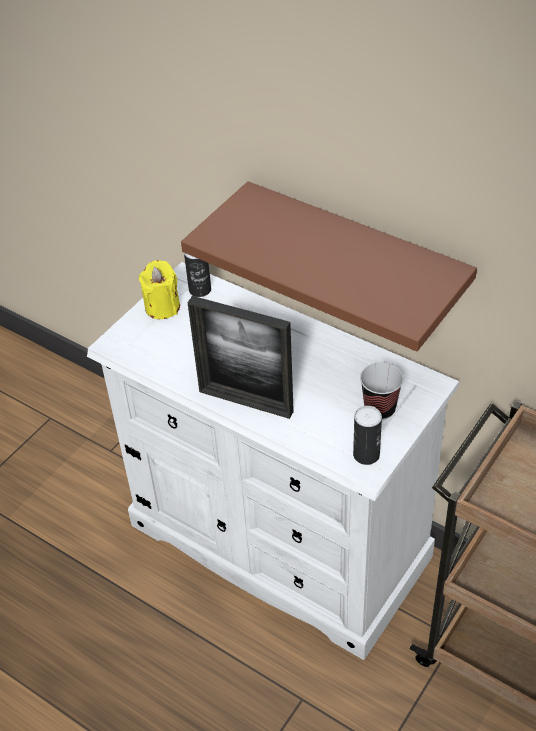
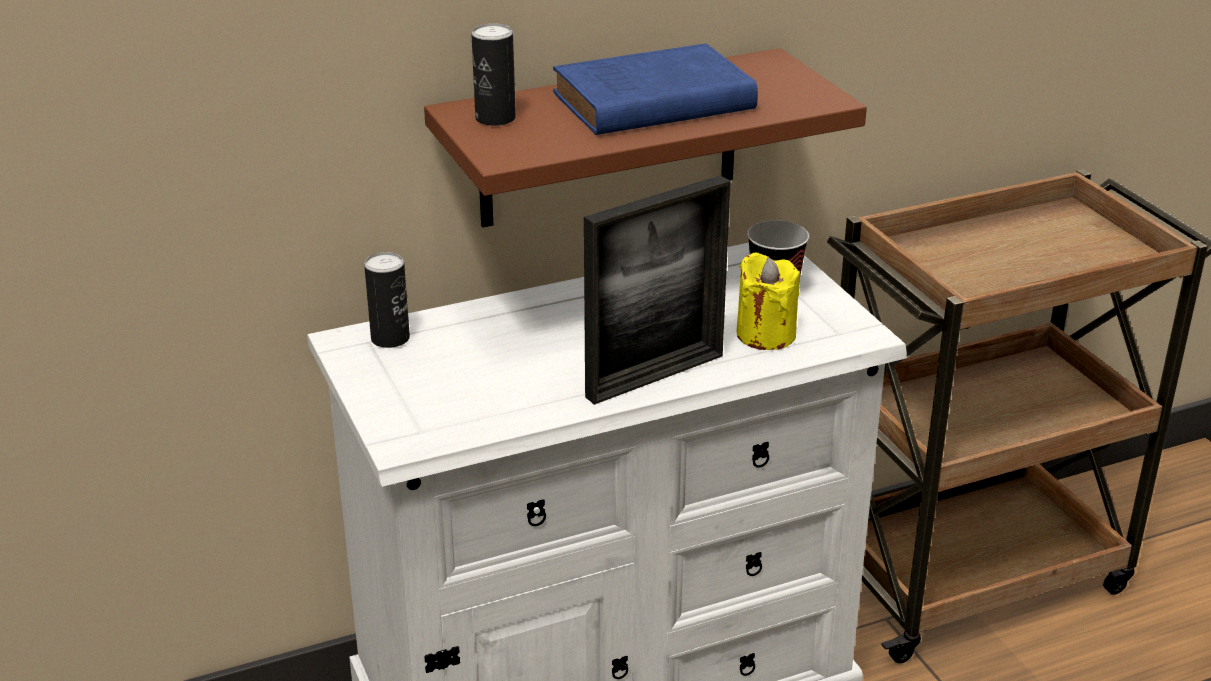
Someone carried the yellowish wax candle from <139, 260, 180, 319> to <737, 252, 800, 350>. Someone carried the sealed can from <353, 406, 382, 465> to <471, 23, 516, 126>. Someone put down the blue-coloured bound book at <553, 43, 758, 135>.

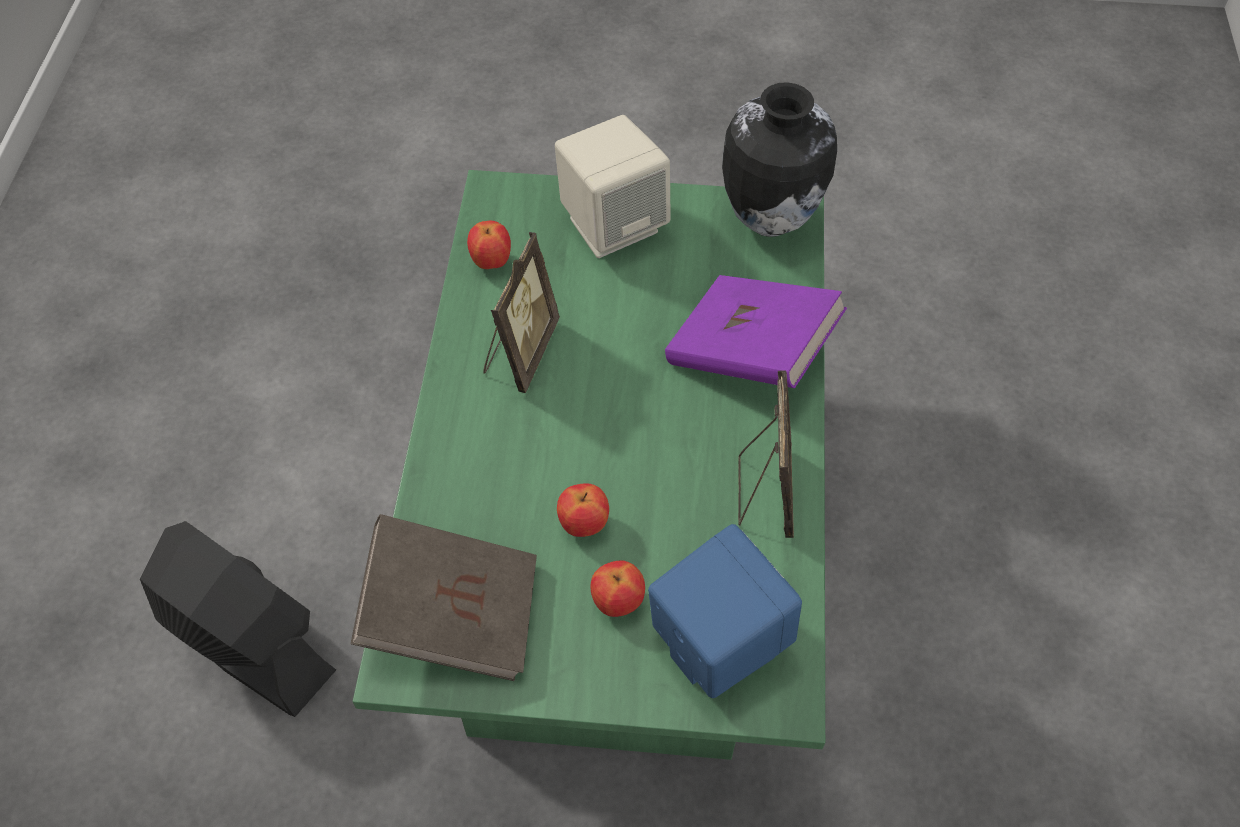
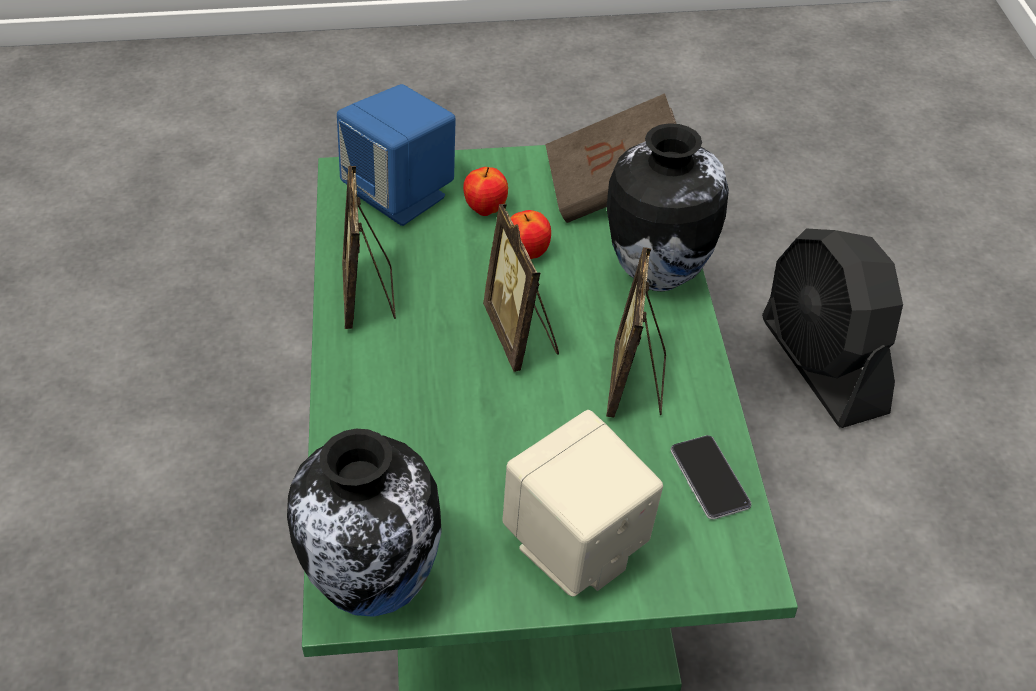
Someone swapped the apple fruit at <467, 221, 511, 269> for the phone at <671, 435, 751, 520>. Someone took away the purplish bound book at <665, 275, 847, 388>. Someone rotated the black-coloured fan at <140, 521, 336, 717> by 45 degrees clockwise. Someone put down the flower vase at <606, 123, 729, 291>. Someone put down the photo frame at <483, 204, 559, 372>.

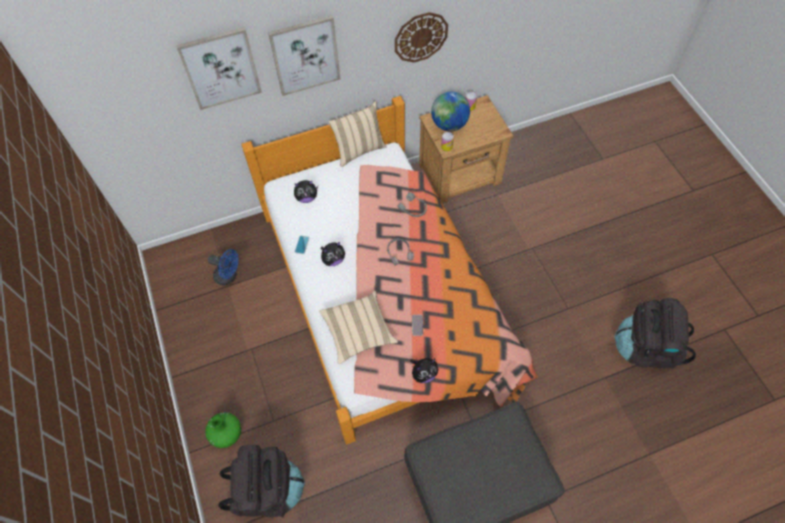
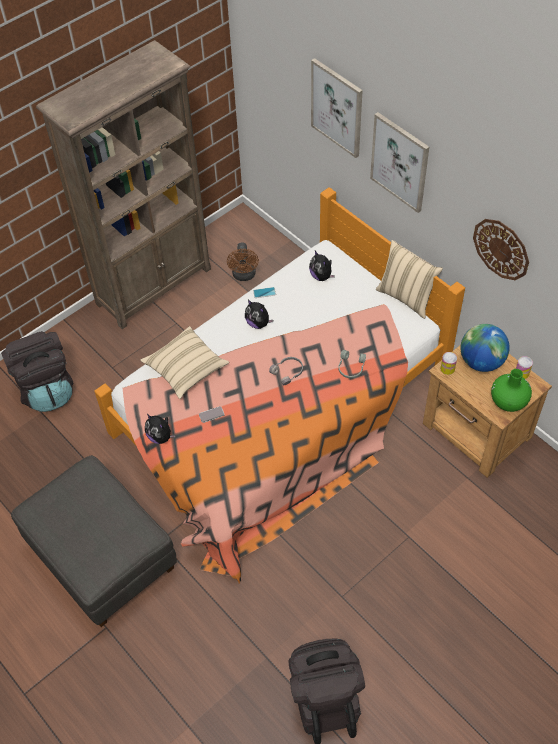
Someone repainted the blue-coloured fan at <208, 249, 238, 285>, which became the brown-coloured fan at <227, 242, 259, 281>. Someone carried the green-coloured flower vase from <205, 412, 241, 448> to <491, 369, 532, 412>. Someone put down the brown-coloured shelving unit at <36, 40, 211, 329>.

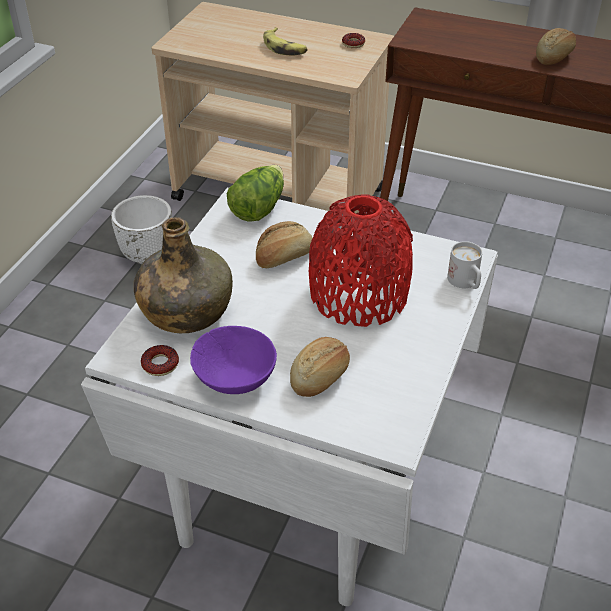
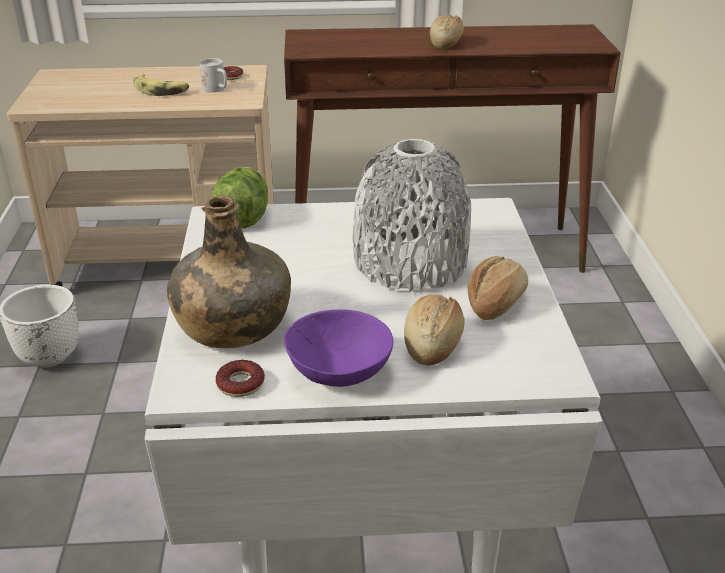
Someone repainted the red-coloured flower vase at <309, 194, 413, 327>, which became the greyish flower vase at <352, 139, 471, 292>. Someone carried the bakery bread from <256, 221, 313, 268> to <468, 256, 528, 320>. Someone carried the whitish tea mug from <447, 241, 483, 289> to <199, 58, 227, 92>.

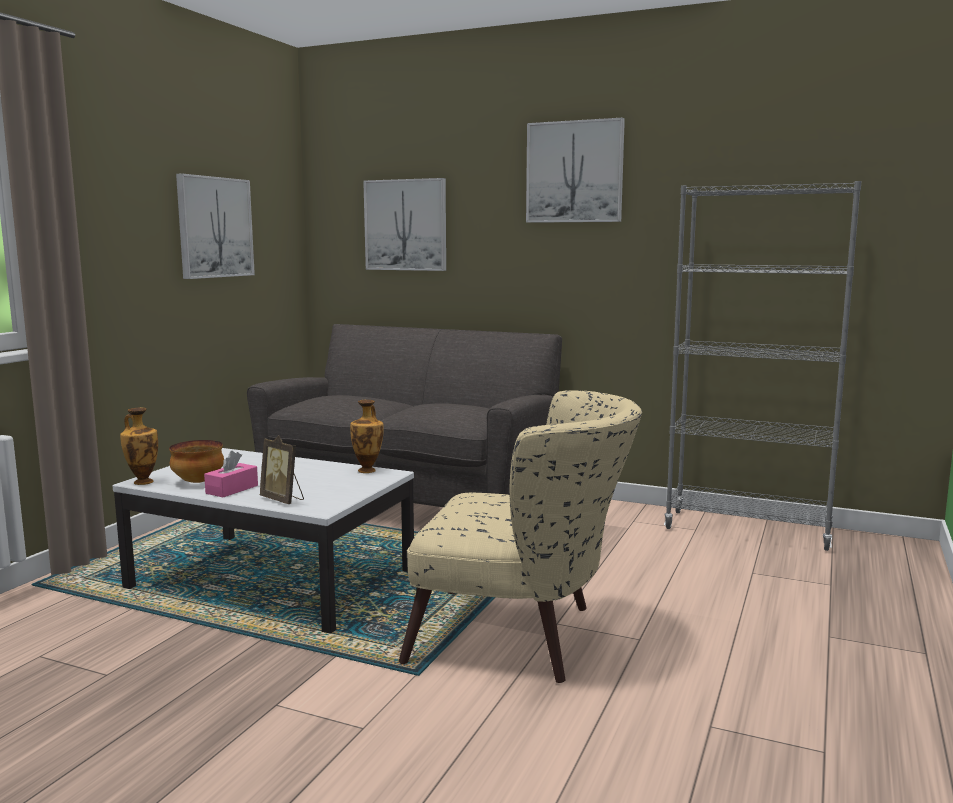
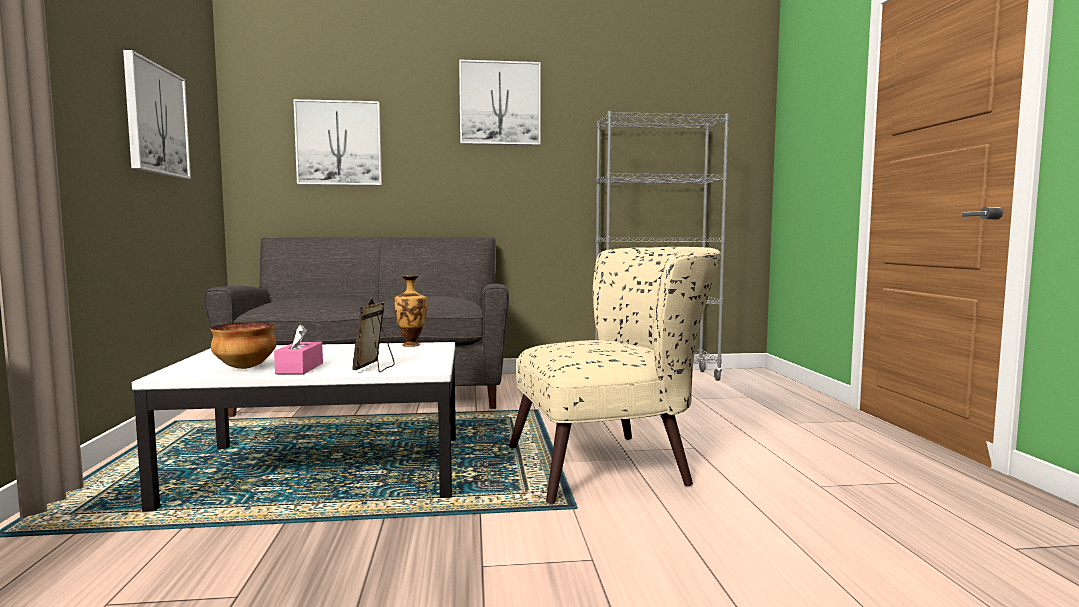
Someone took away the flower vase at <120, 407, 158, 485>. Someone rotated the photo frame at <260, 435, 304, 504> by 90 degrees clockwise.

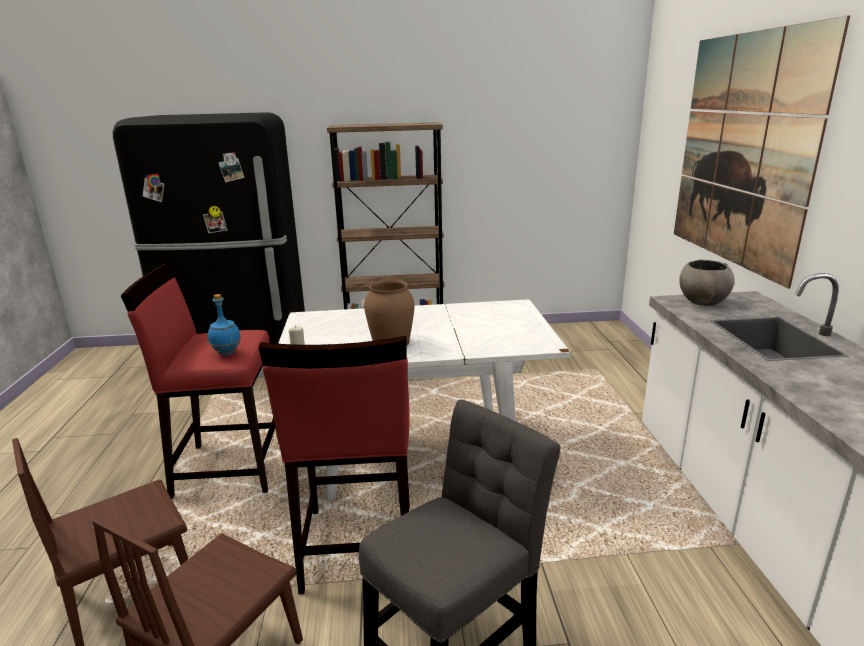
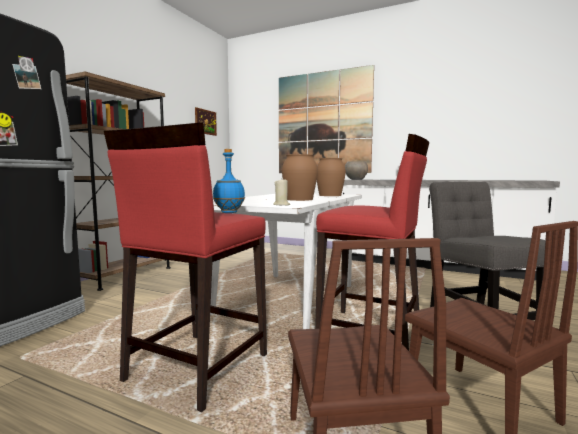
Someone put up the picture at <195, 107, 217, 136>. Someone put down the brown-coloured flower vase at <317, 158, 346, 196>.

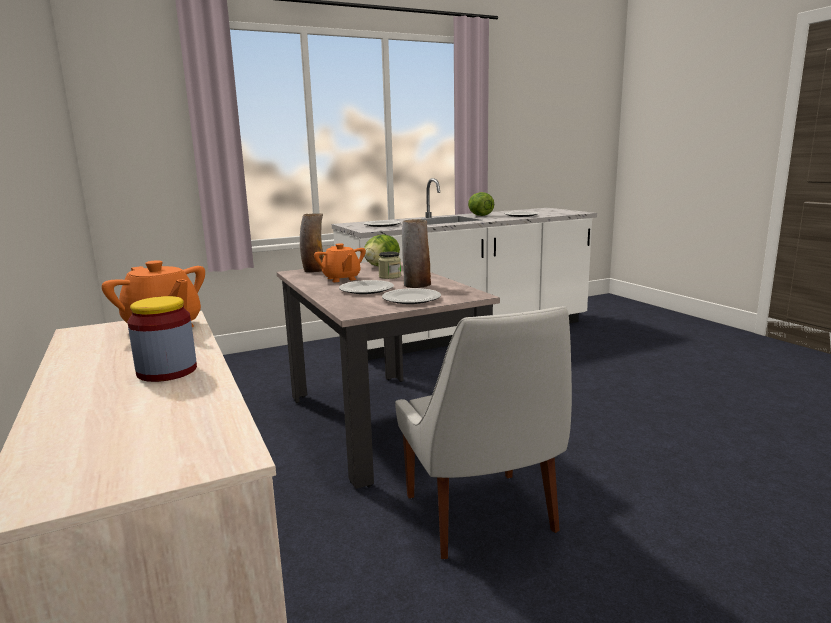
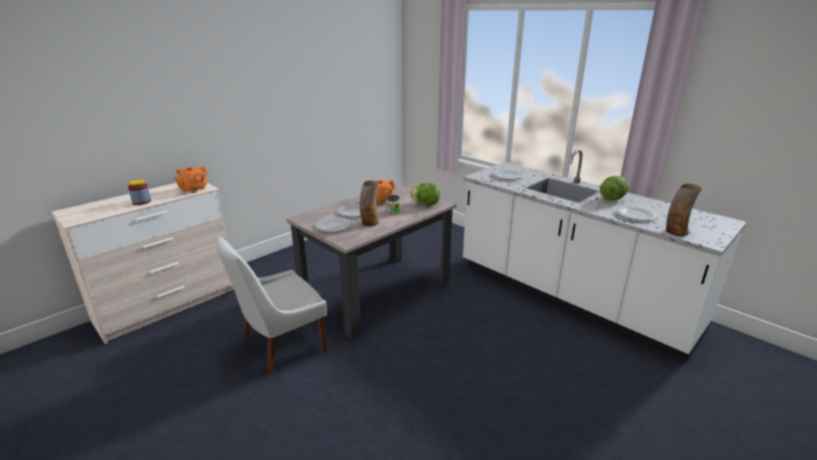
Someone carried the flower vase from <300, 213, 324, 272> to <666, 184, 702, 236>.

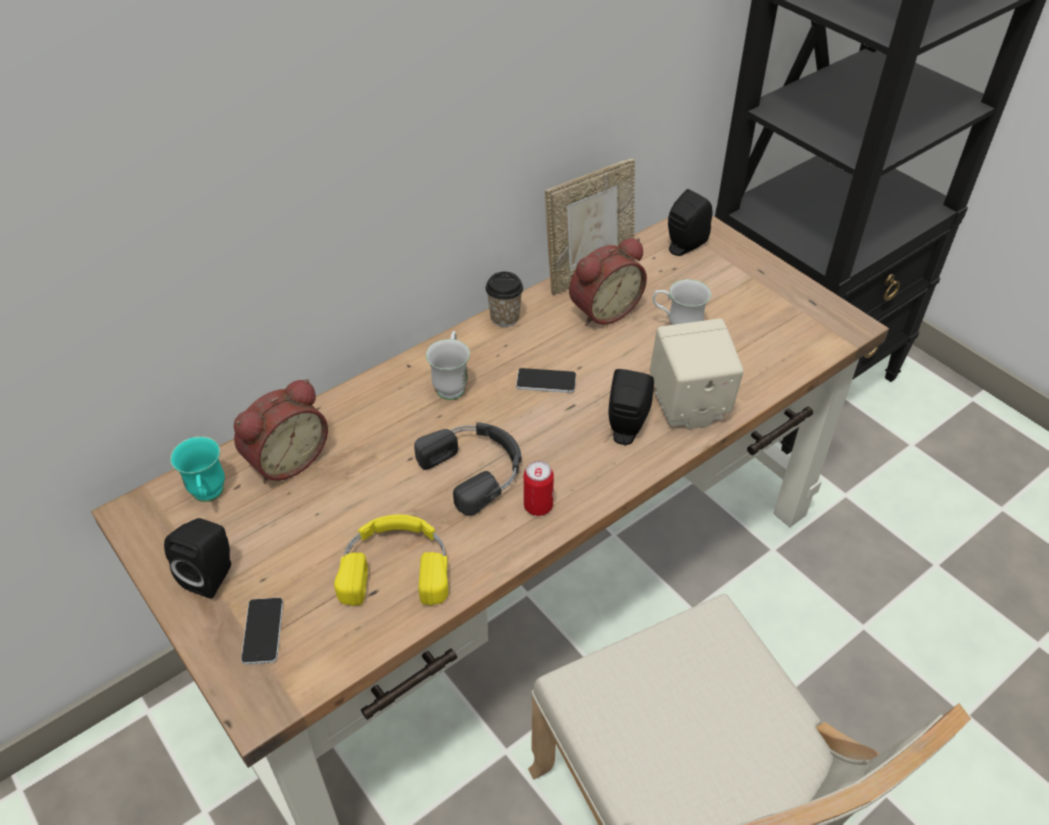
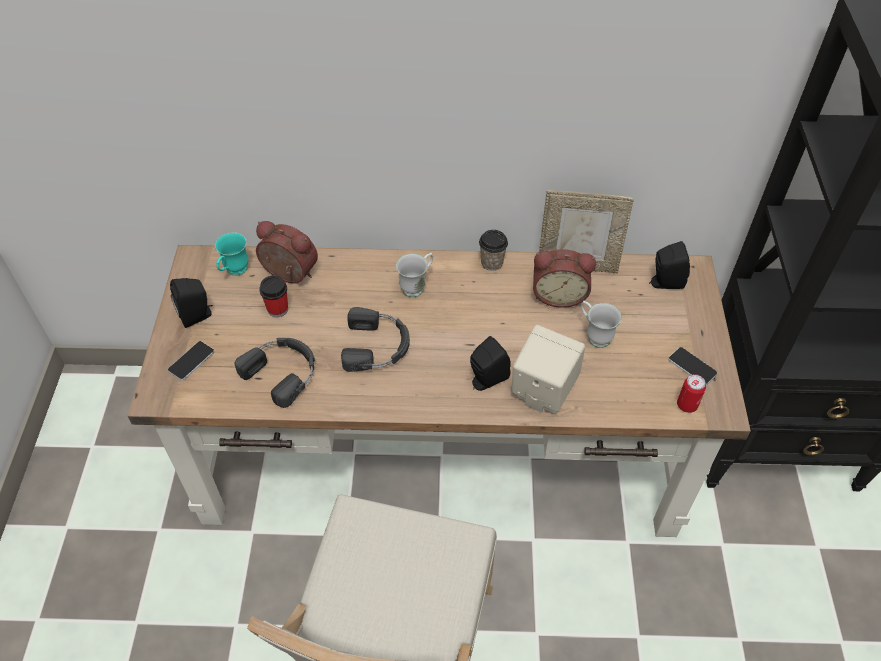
Someone carried the phone from <516, 368, 576, 393> to <668, 347, 717, 385>. Someone rotated the alarm clock at <234, 379, 328, 483> by 150 degrees counterclockwise. Someone carried the sealed can from <524, 461, 554, 516> to <677, 374, 706, 413>. Someone repainted the yellowish headset at <334, 514, 449, 606>, which became the black-coloured headset at <235, 338, 315, 408>. Someone put down the drinking cup at <259, 276, 288, 317>.

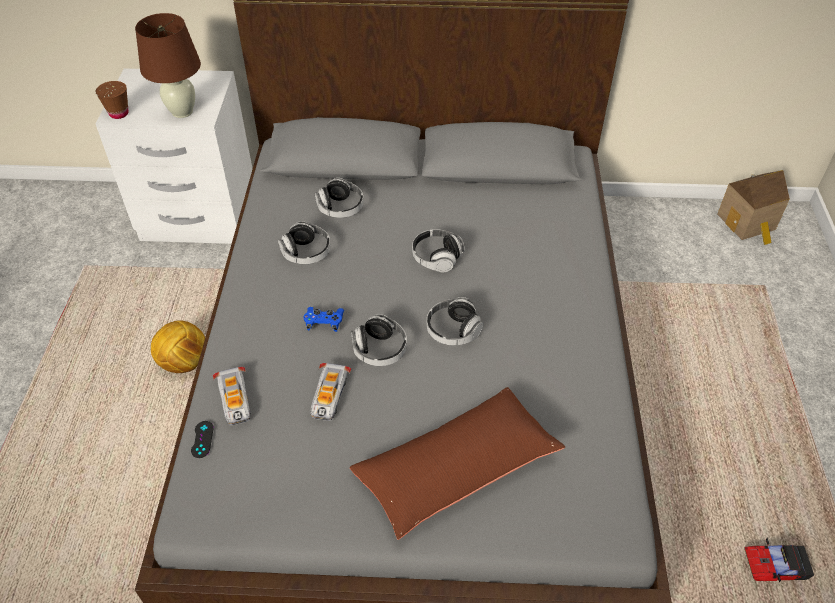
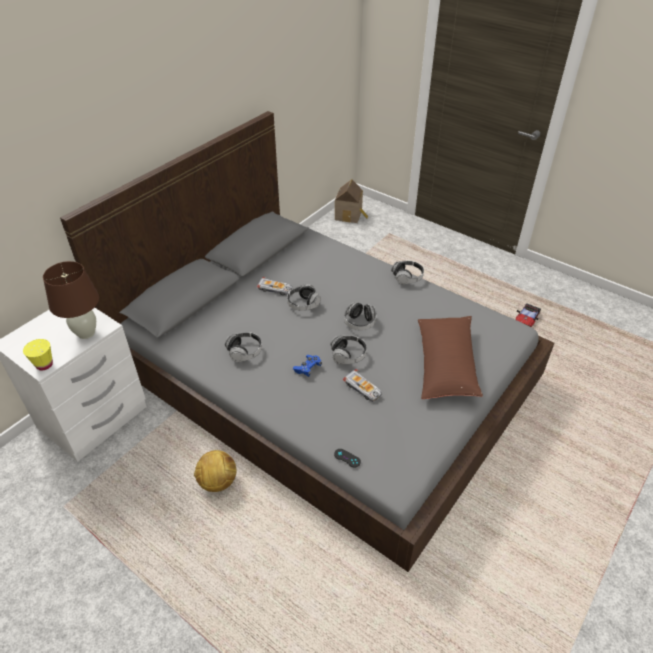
Someone repainted the brown-coloured drinking cup at <95, 81, 128, 119>, which became the yellowish drinking cup at <23, 339, 53, 370>. Someone carried the headset from <315, 178, 364, 218> to <391, 261, 424, 285>. Someone carried the model car from <213, 367, 250, 425> to <257, 277, 292, 295>.

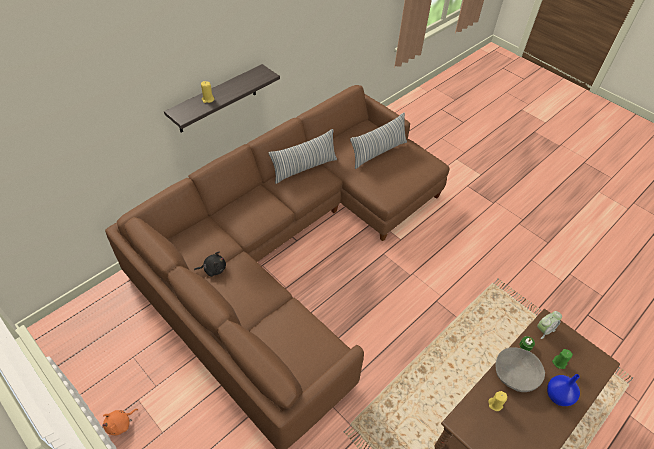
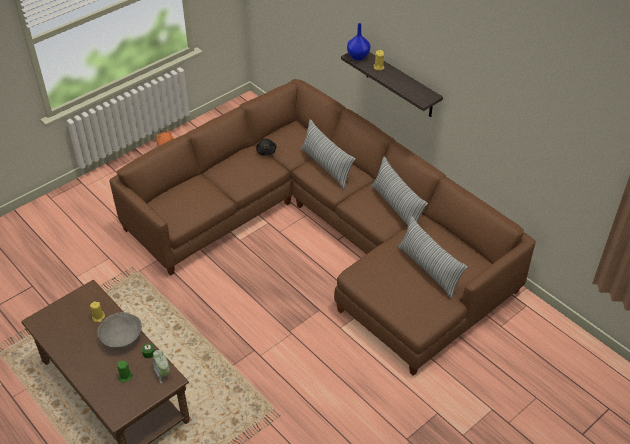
Someone carried the blue-coloured flower vase from <547, 374, 580, 406> to <347, 23, 370, 61>. Someone put down the throw pillow at <301, 119, 355, 189>.

